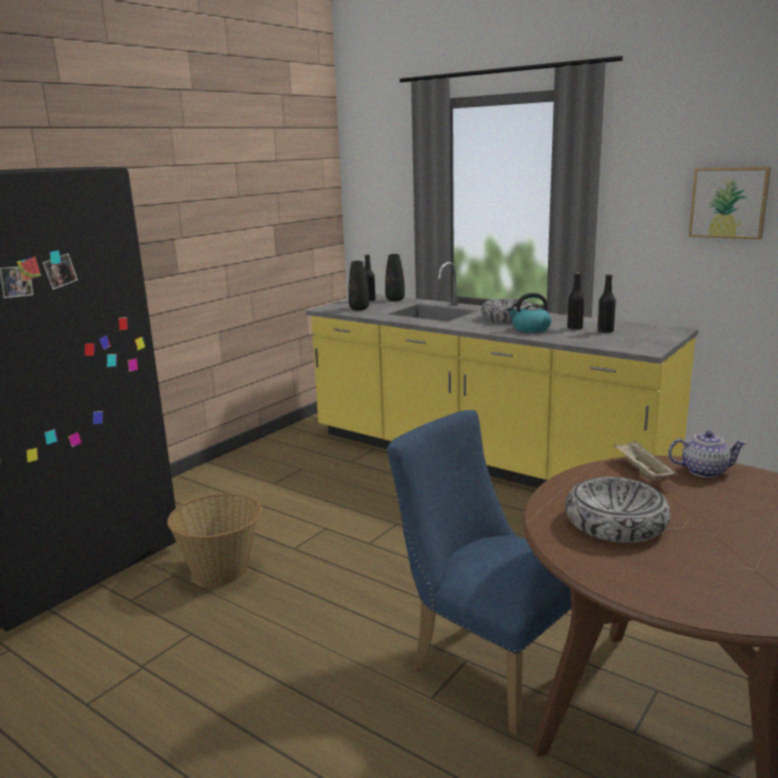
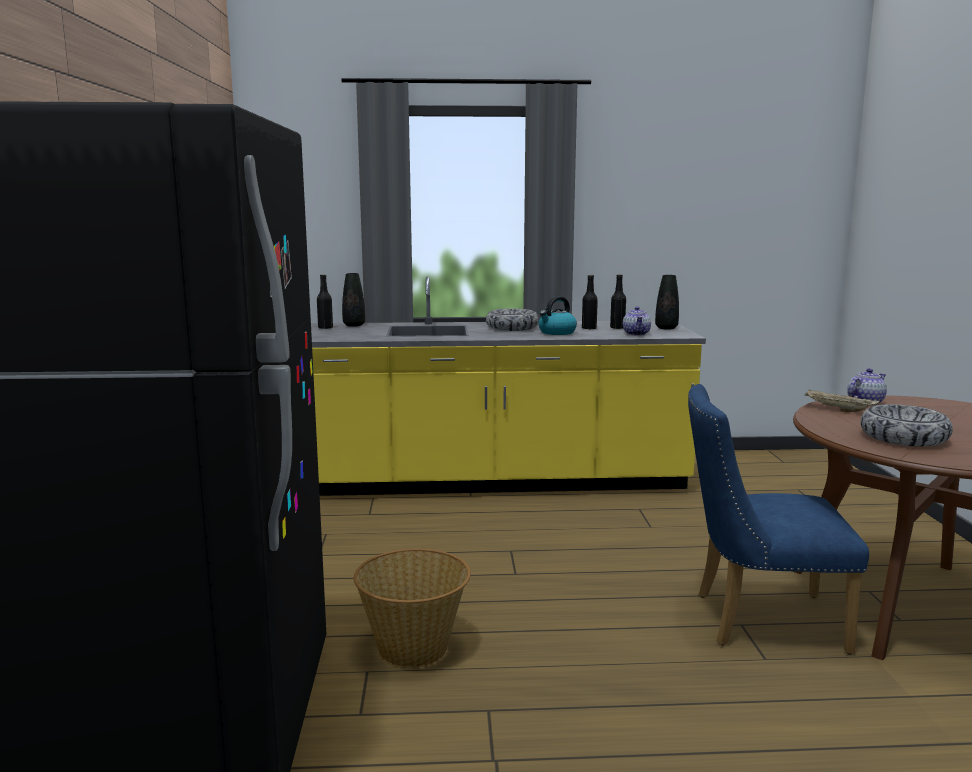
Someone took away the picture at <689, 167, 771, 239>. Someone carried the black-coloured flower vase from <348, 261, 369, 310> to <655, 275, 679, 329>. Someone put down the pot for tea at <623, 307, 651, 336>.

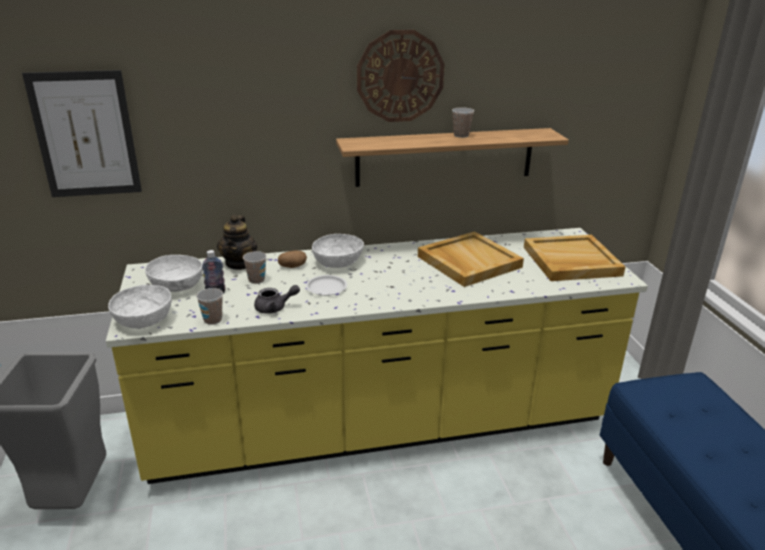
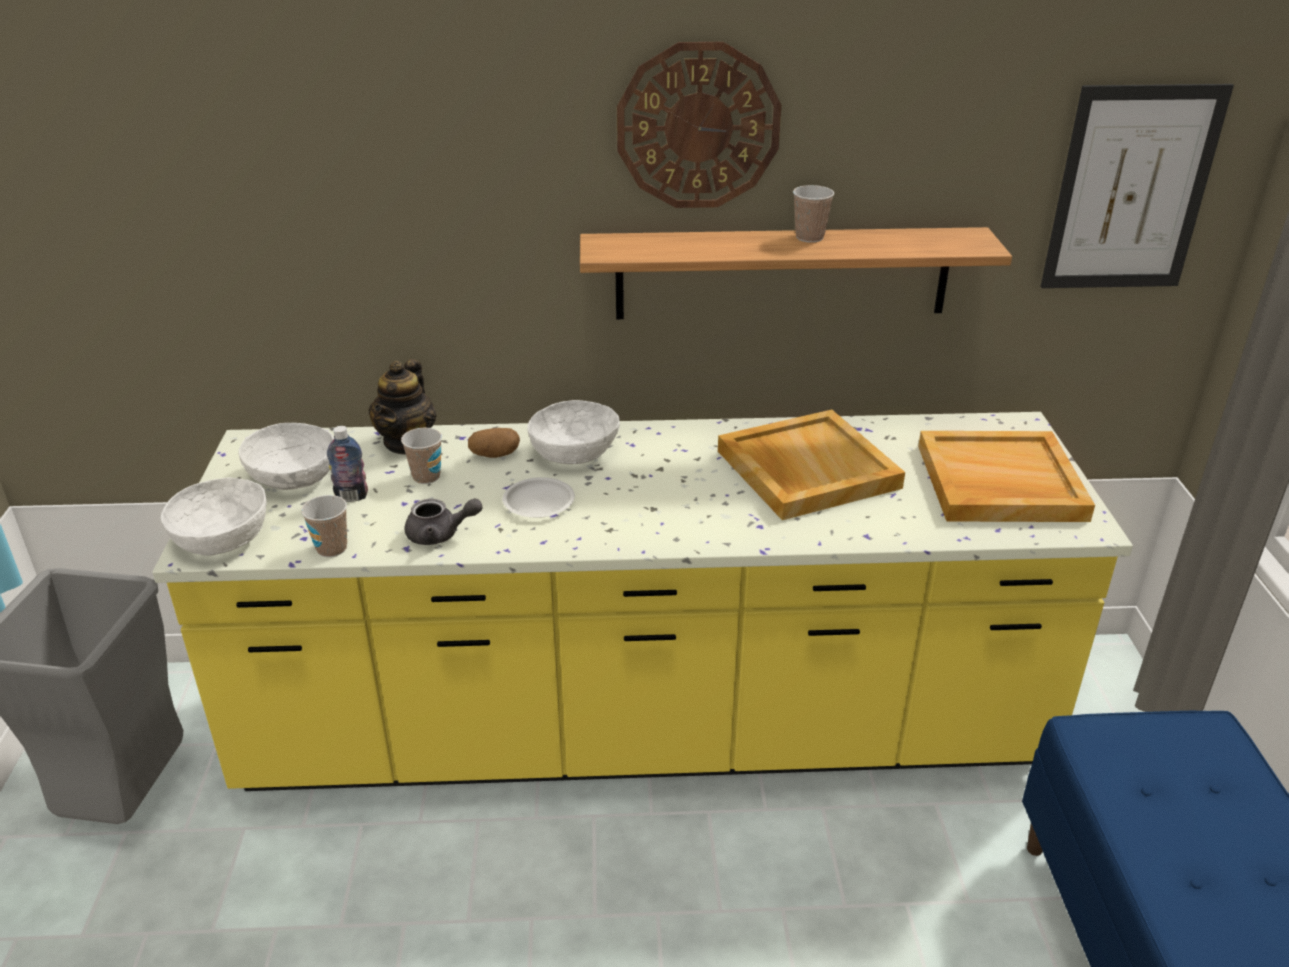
Someone carried the picture from <22, 70, 142, 197> to <1040, 84, 1234, 288>.

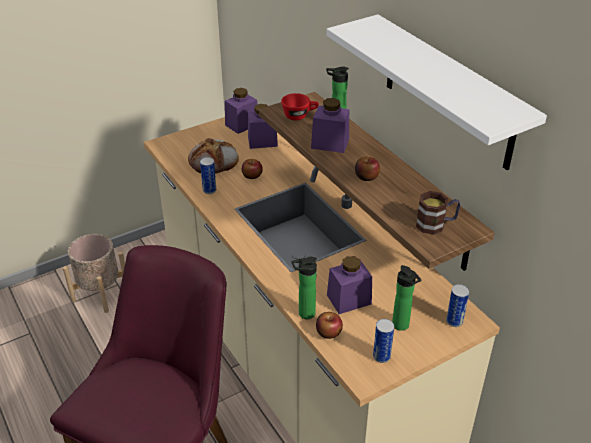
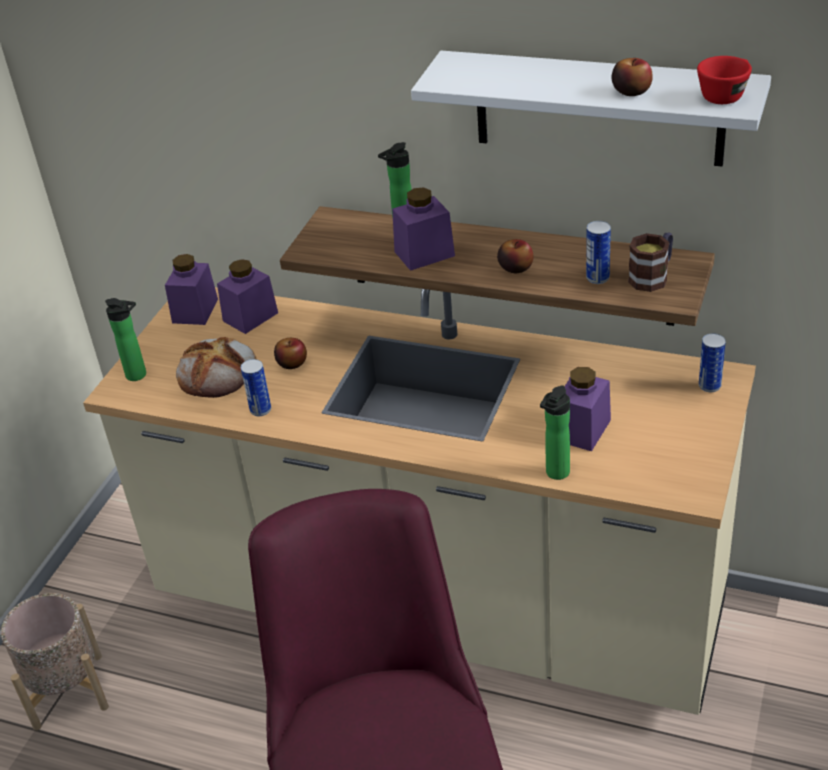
Someone carried the red-coloured drinking cup from <281, 93, 319, 120> to <697, 56, 752, 104>. Someone carried the bottle from <392, 265, 421, 331> to <105, 298, 146, 381>. Someone carried the apple fruit from <316, 312, 343, 339> to <611, 58, 652, 96>. Someone carried the sealed can from <373, 319, 394, 363> to <586, 221, 611, 284>.

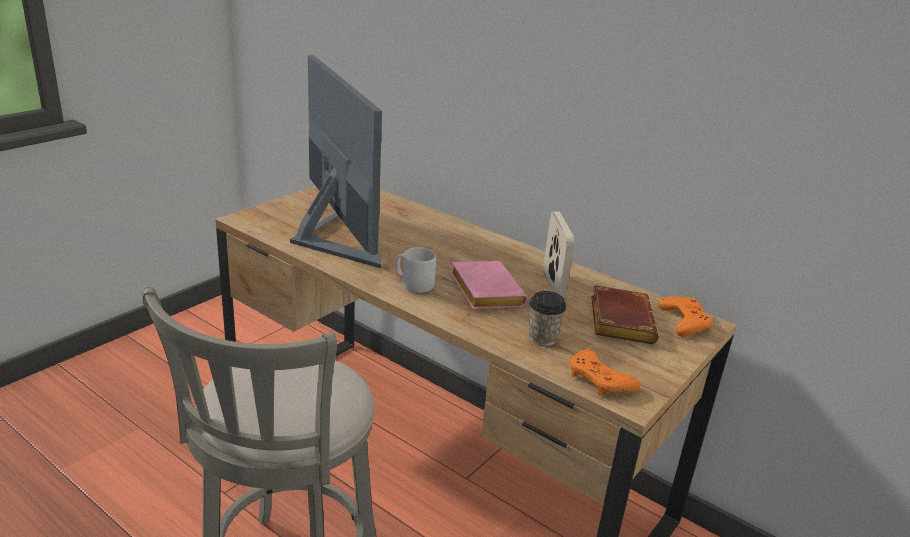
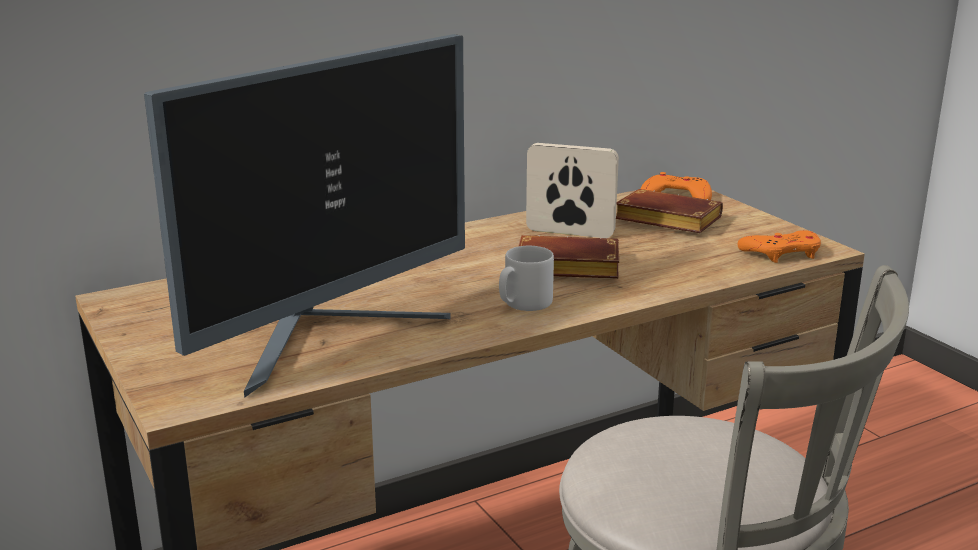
Someone rotated the computer display at <290, 55, 382, 268> by 135 degrees clockwise. Someone repainted the pinkish bound book at <450, 261, 527, 309>, which became the brown-coloured bound book at <519, 235, 619, 279>. Someone took away the drinking cup at <529, 291, 566, 346>.

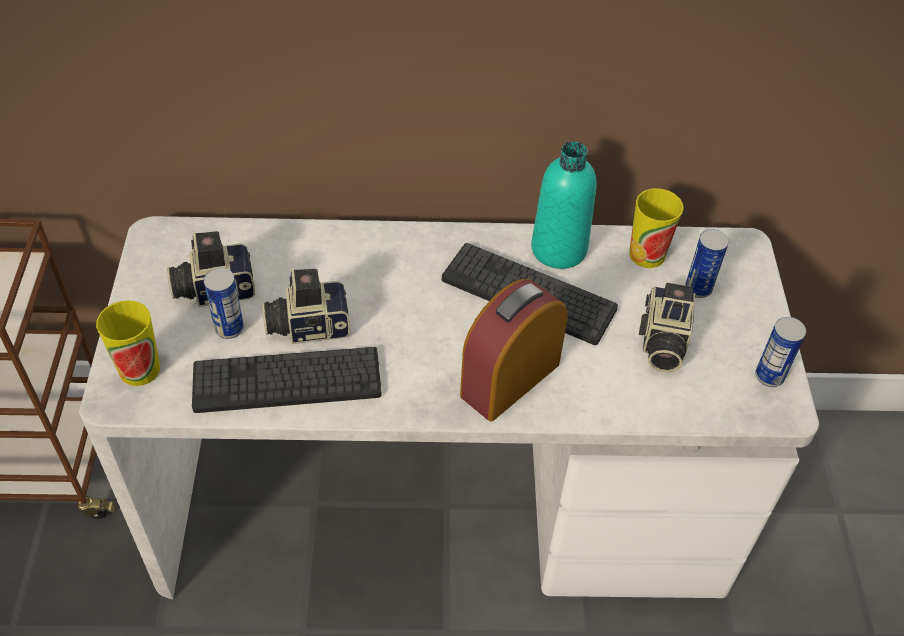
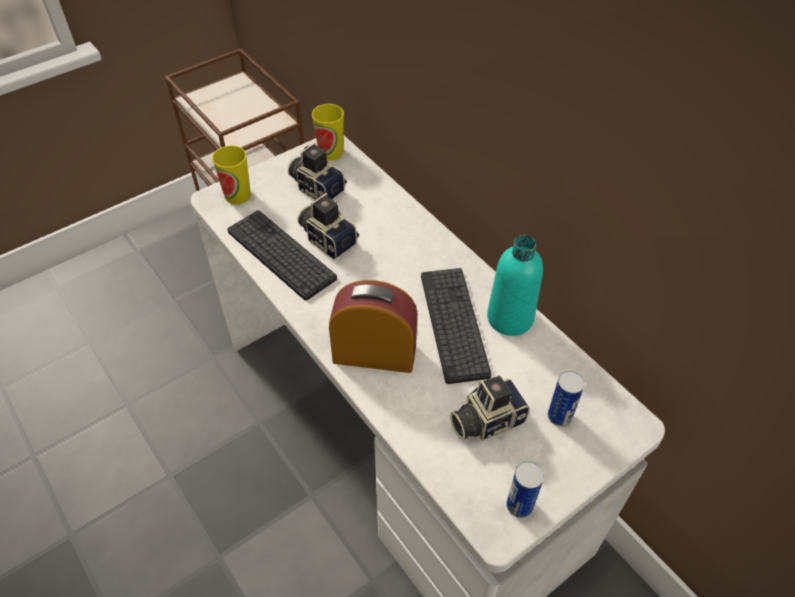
Someone carried the drinking cup from <629, 188, 684, 268> to <312, 104, 344, 161>. Someone took away the sealed can at <204, 268, 244, 339>.

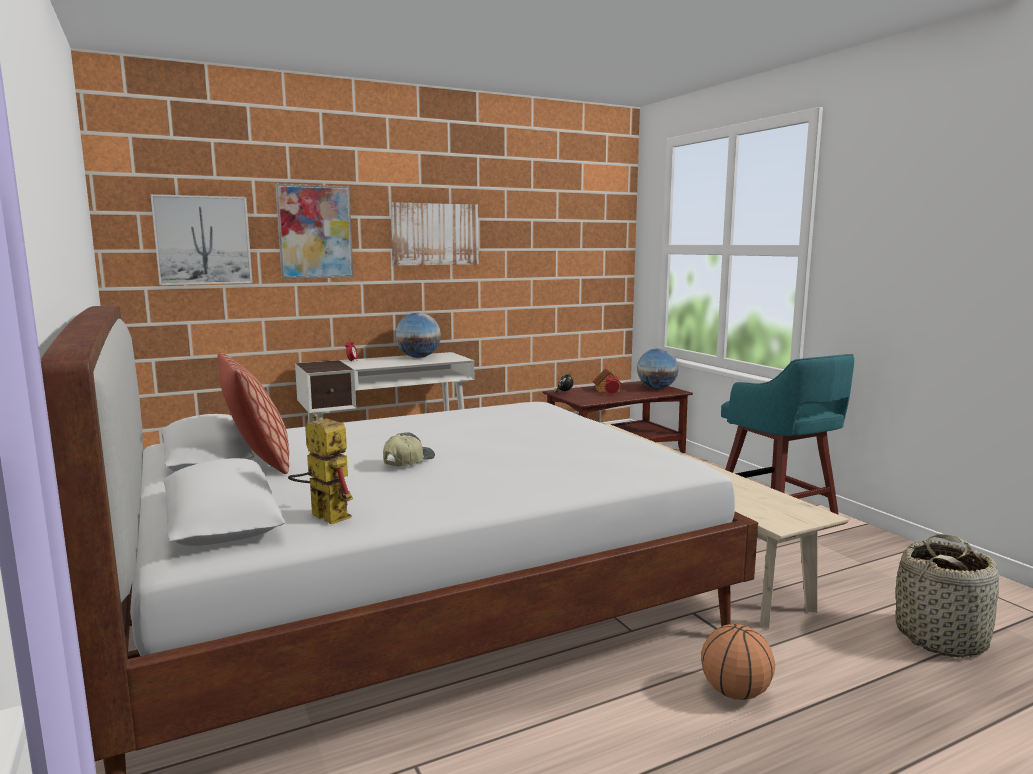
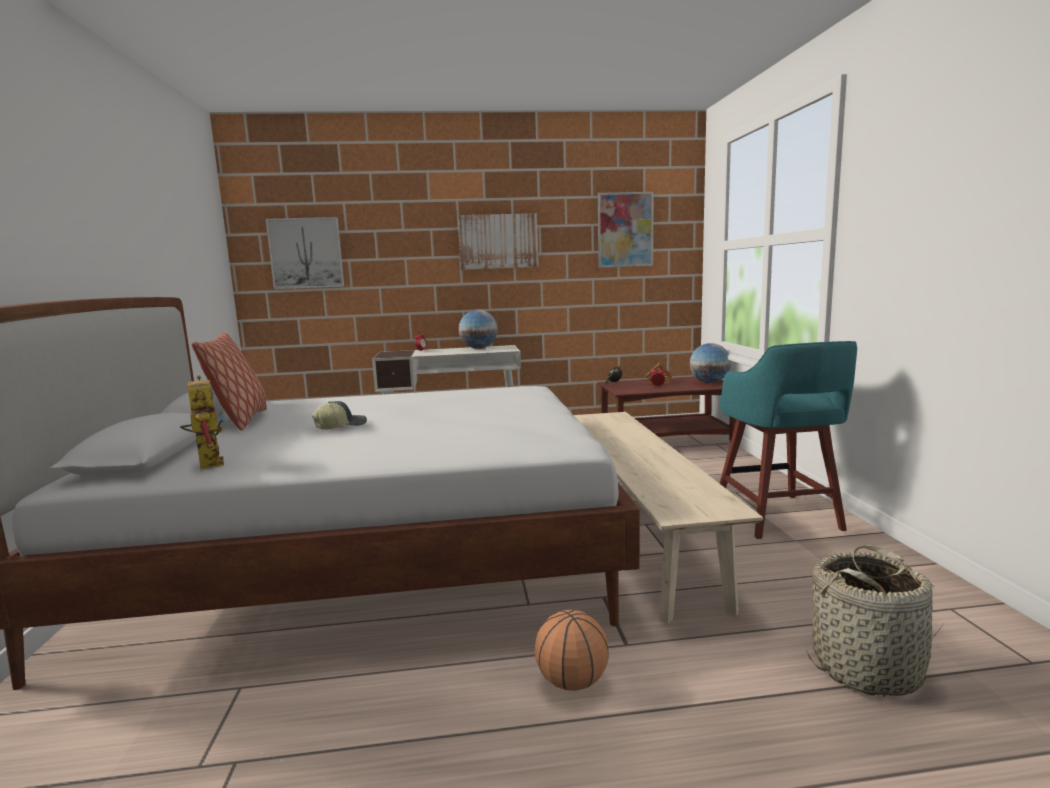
Someone carried the picture from <275, 184, 353, 279> to <598, 192, 654, 268>.

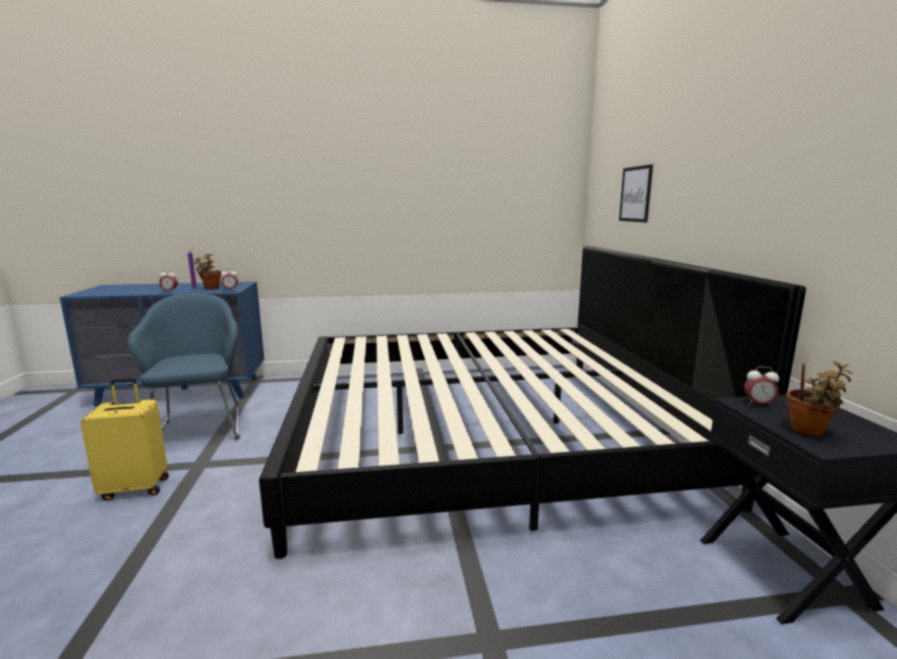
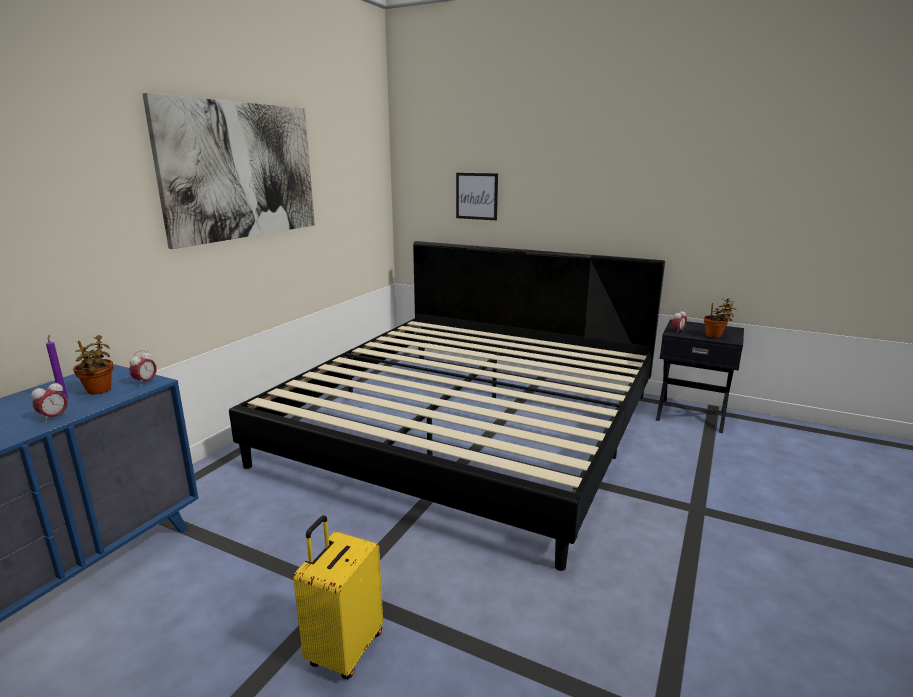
Someone took away the blue-coloured armchair at <128, 292, 240, 440>. Someone put up the picture at <142, 93, 315, 249>.

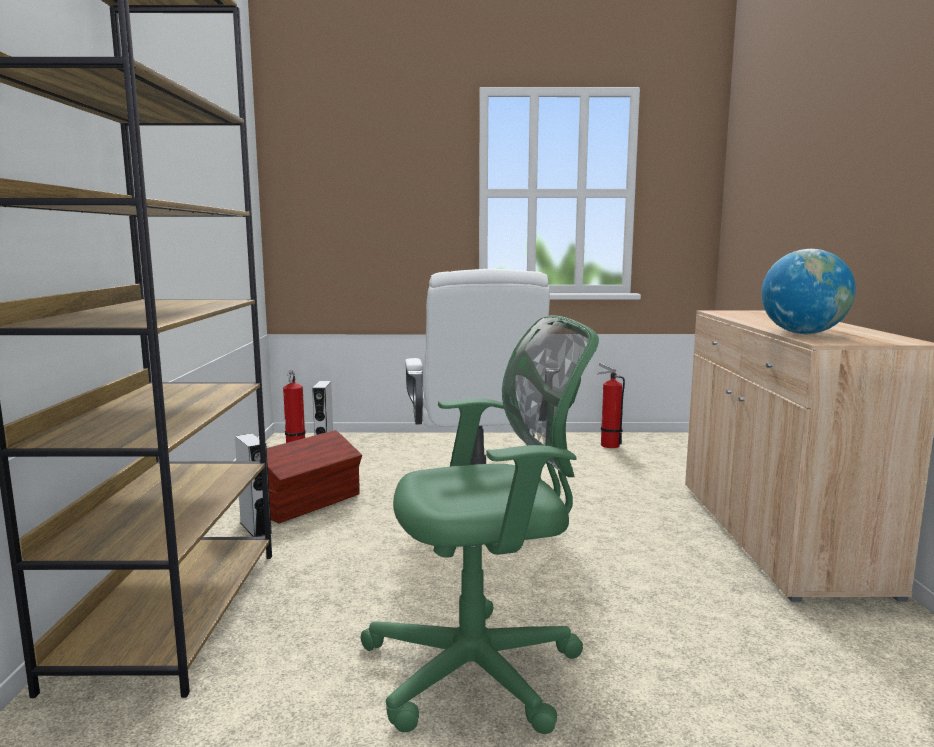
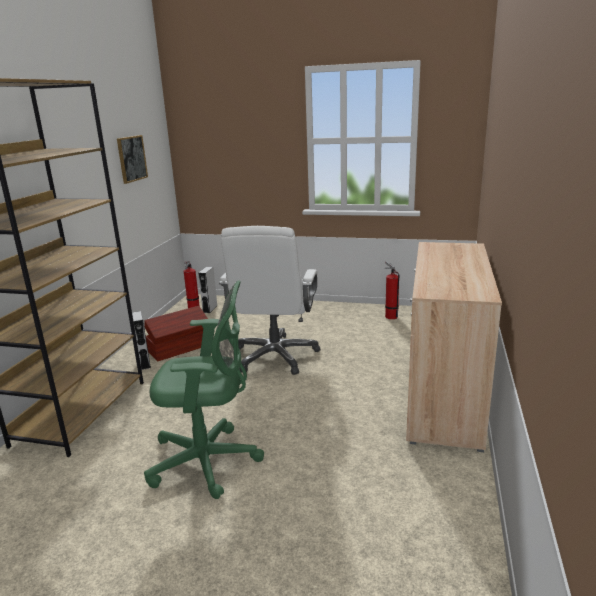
Someone took away the desk globe at <761, 249, 856, 334>. Someone put up the picture at <117, 135, 148, 184>.

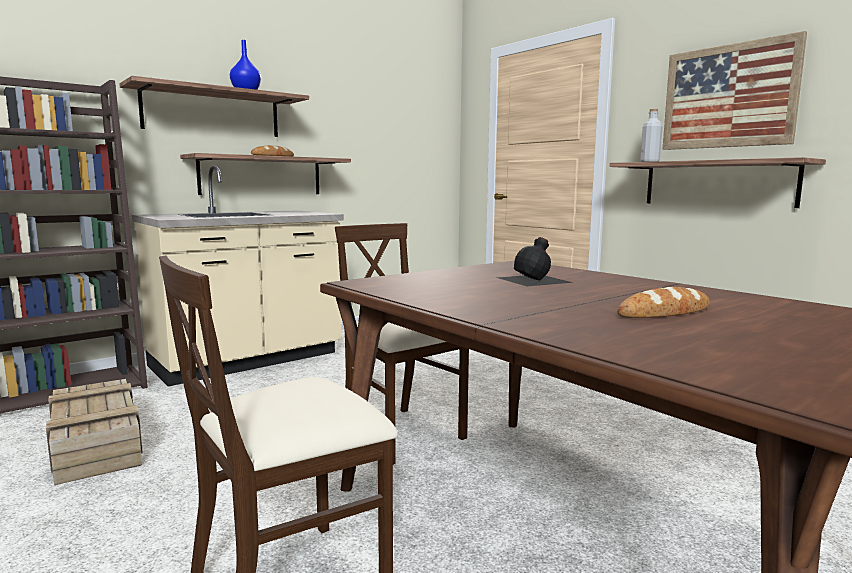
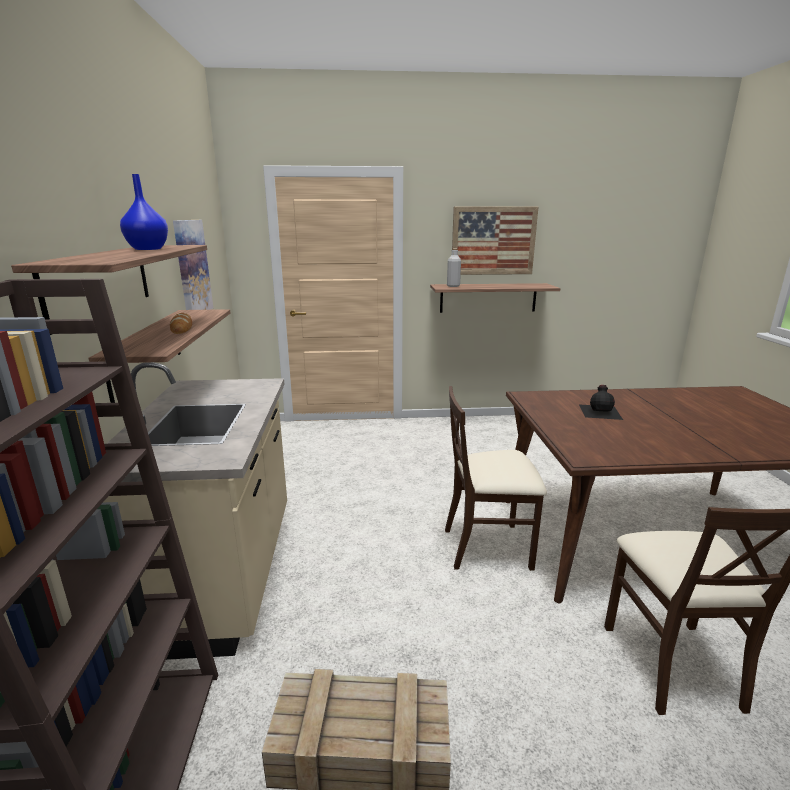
Someone took away the bakery bread at <617, 287, 710, 318>. Someone put up the picture at <173, 220, 213, 310>.

